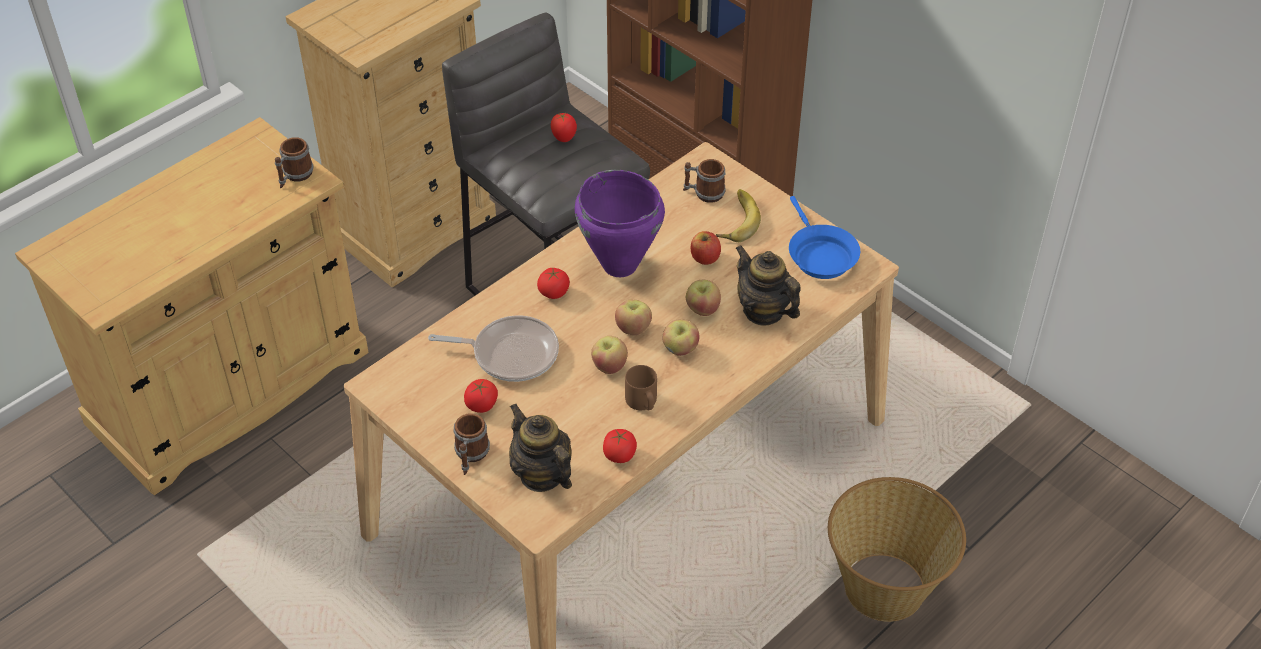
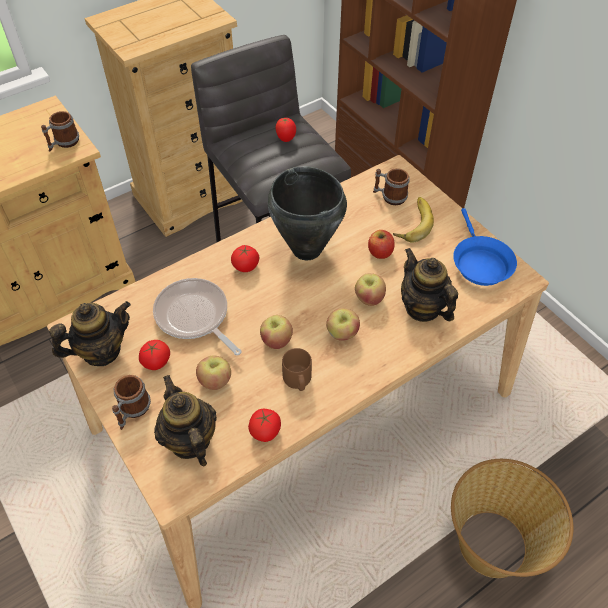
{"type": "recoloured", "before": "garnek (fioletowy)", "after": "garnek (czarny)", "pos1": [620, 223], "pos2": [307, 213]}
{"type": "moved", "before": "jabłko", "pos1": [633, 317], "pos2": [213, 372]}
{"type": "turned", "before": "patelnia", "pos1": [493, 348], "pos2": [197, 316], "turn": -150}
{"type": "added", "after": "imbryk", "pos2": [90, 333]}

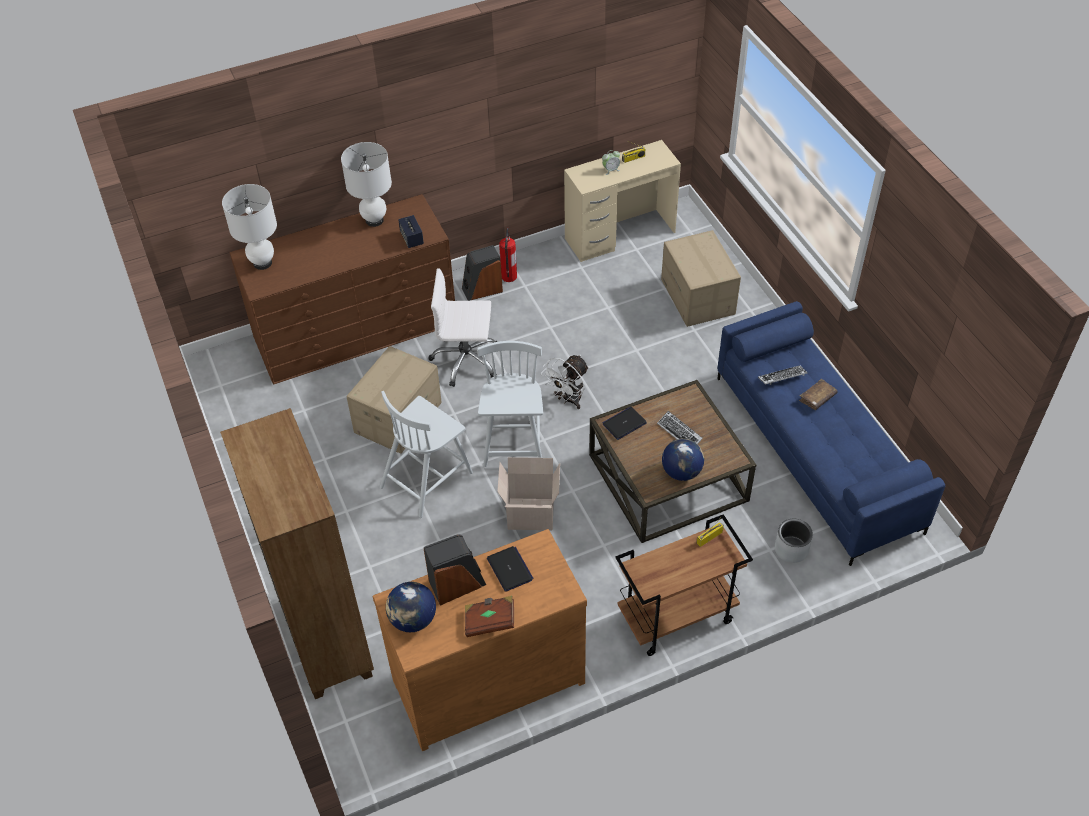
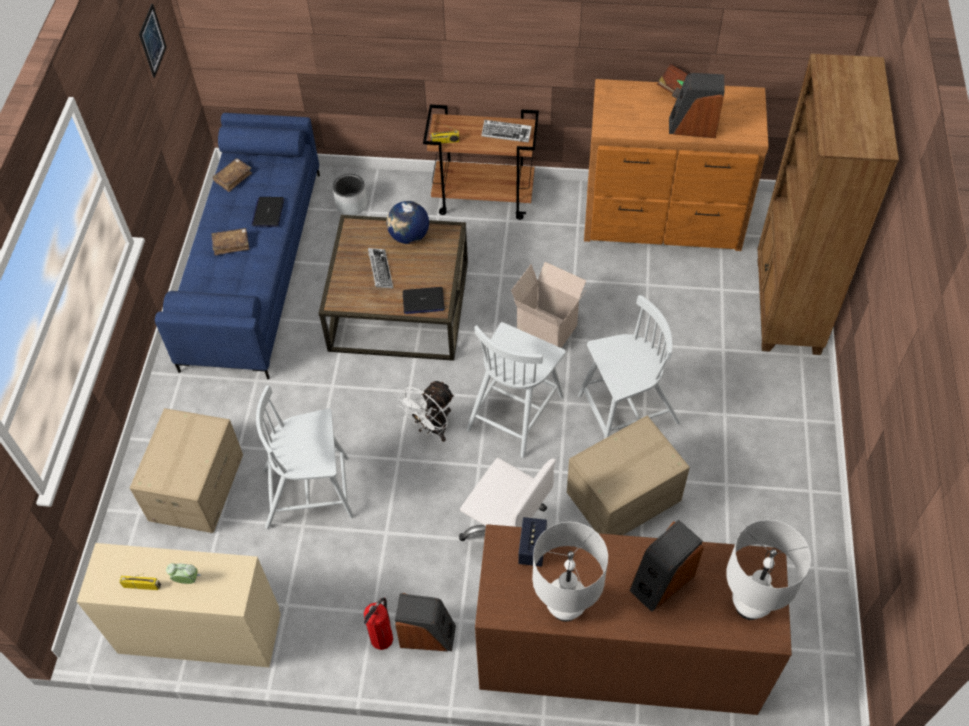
{"type": "turned", "before": "wentylator (biały)", "pos1": [565, 382], "pos2": [426, 411], "turn": 150}
{"type": "moved", "before": "klawiatura", "pos1": [782, 375], "pos2": [506, 131]}
{"type": "moved", "before": "laptop", "pos1": [510, 569], "pos2": [268, 212]}
{"type": "removed", "before": "globus", "pos1": [411, 607]}
{"type": "added", "after": "obraz", "pos2": [152, 41]}
{"type": "added", "after": "książka (brązowy)", "pos2": [232, 175]}
{"type": "added", "after": "krzesło (biały)", "pos2": [305, 457]}
{"type": "added", "after": "głośnik", "pos2": [666, 565]}

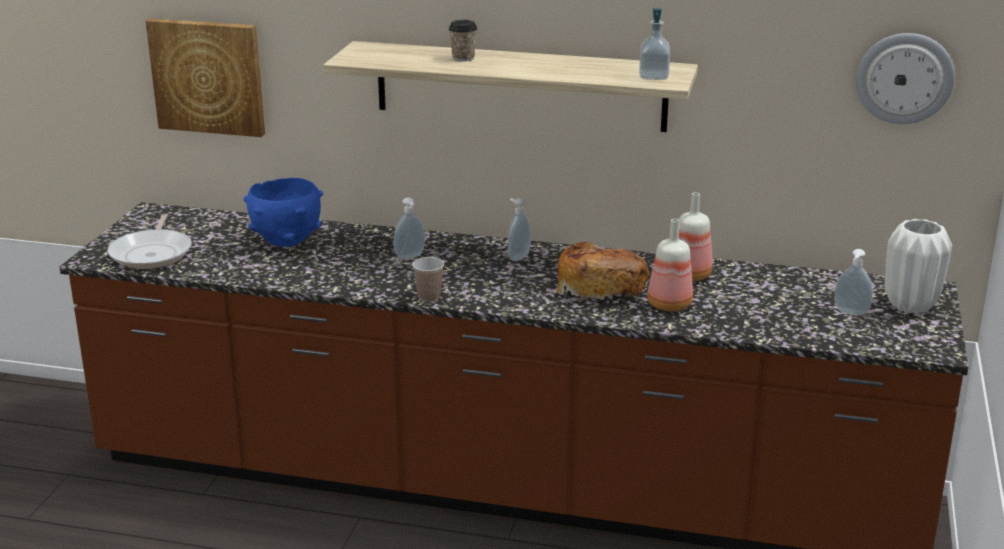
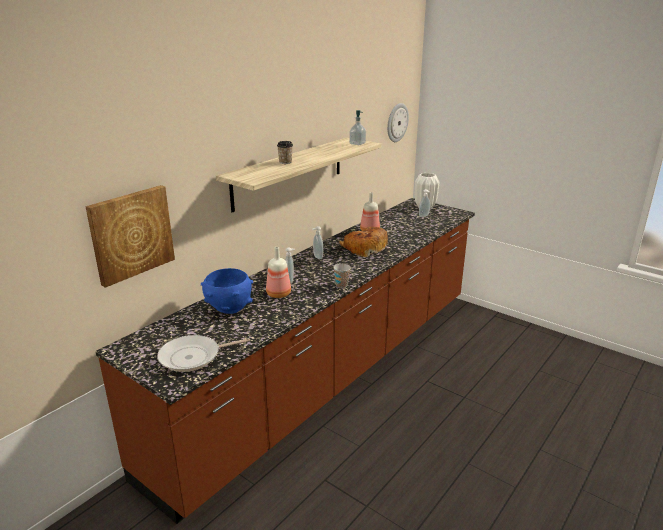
{"type": "turned", "before": "patelnia", "pos1": [149, 241], "pos2": [203, 353], "turn": 135}
{"type": "moved", "before": "butelka", "pos1": [670, 265], "pos2": [278, 272]}

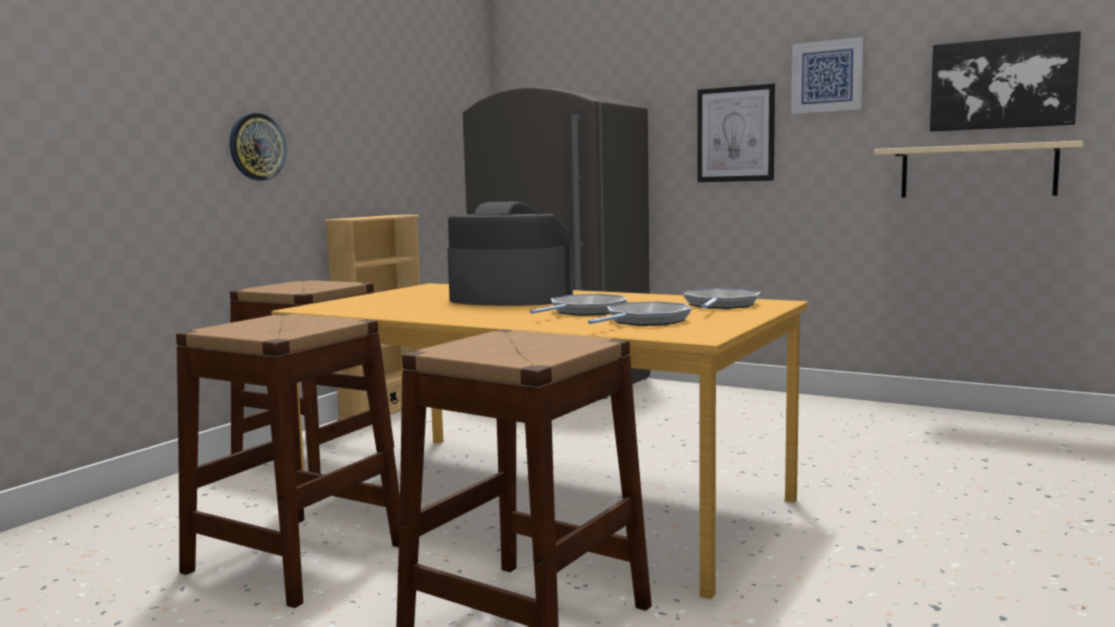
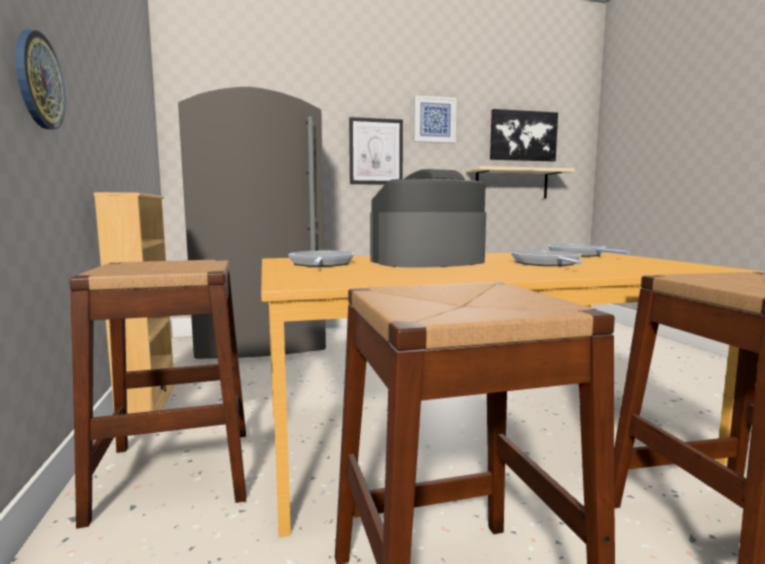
{"type": "moved", "before": "patelnia", "pos1": [639, 313], "pos2": [321, 259]}

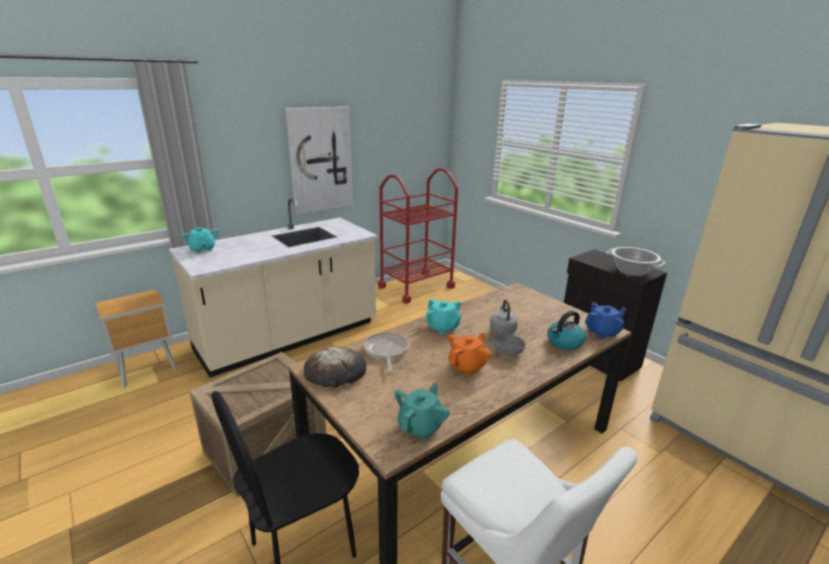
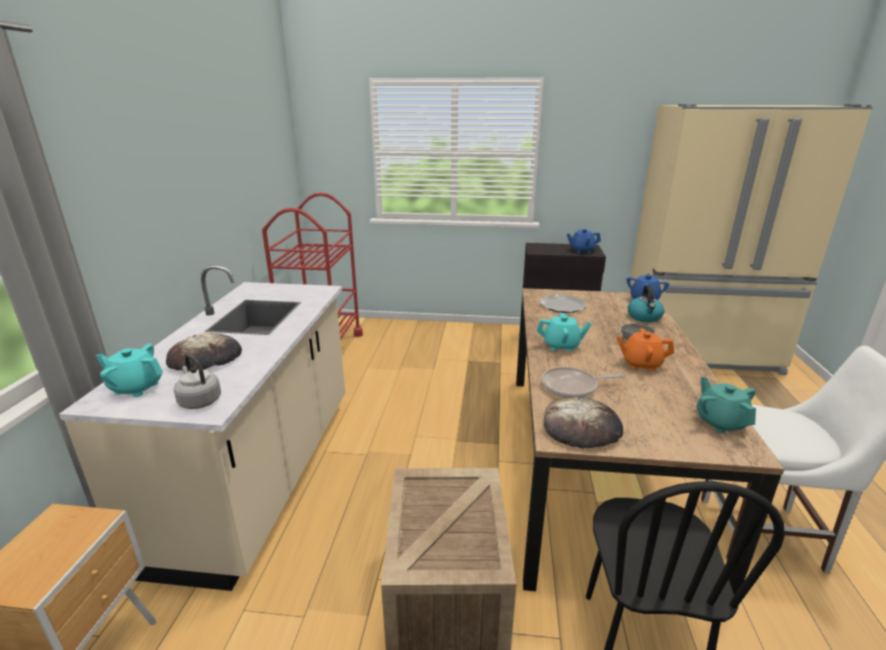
{"type": "removed", "before": "obraz", "pos1": [319, 160]}
{"type": "replaced", "before": "garnek", "after": "imbryk (niebieski)", "pos1": [635, 261], "pos2": [584, 241]}
{"type": "moved", "before": "czajnik (szary)", "pos1": [504, 317], "pos2": [197, 382]}
{"type": "turned", "before": "patelnia", "pos1": [386, 352], "pos2": [583, 382], "turn": -45}
{"type": "turned", "before": "imbryk (pomarańczowy)", "pos1": [469, 354], "pos2": [645, 349], "turn": -75}
{"type": "added", "after": "talerz", "pos2": [563, 303]}
{"type": "added", "after": "chleb", "pos2": [204, 351]}

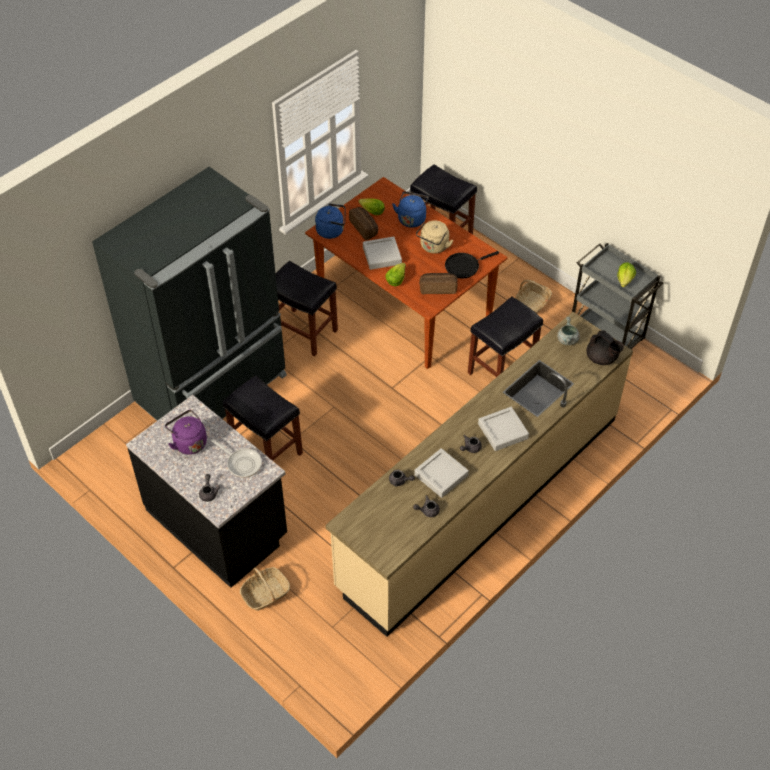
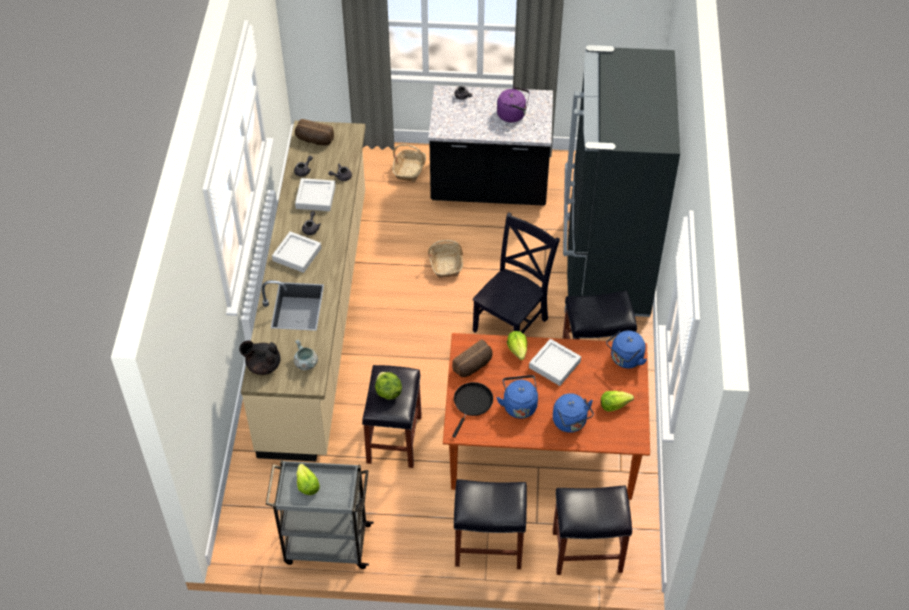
{"type": "moved", "before": "chleb", "pos1": [363, 223], "pos2": [314, 132]}
{"type": "recoloured", "before": "czajnik (beżowy)", "after": "czajnik (niebieski)", "pos1": [434, 236], "pos2": [517, 397]}
{"type": "moved", "before": "koszyk", "pos1": [533, 296], "pos2": [445, 259]}
{"type": "moved", "before": "stołek (czarny)", "pos1": [263, 418], "pos2": [490, 524]}
{"type": "removed", "before": "patelnia", "pos1": [236, 458]}
{"type": "added", "after": "krzesło (czarny)", "pos2": [516, 272]}
{"type": "added", "after": "sałata", "pos2": [388, 386]}

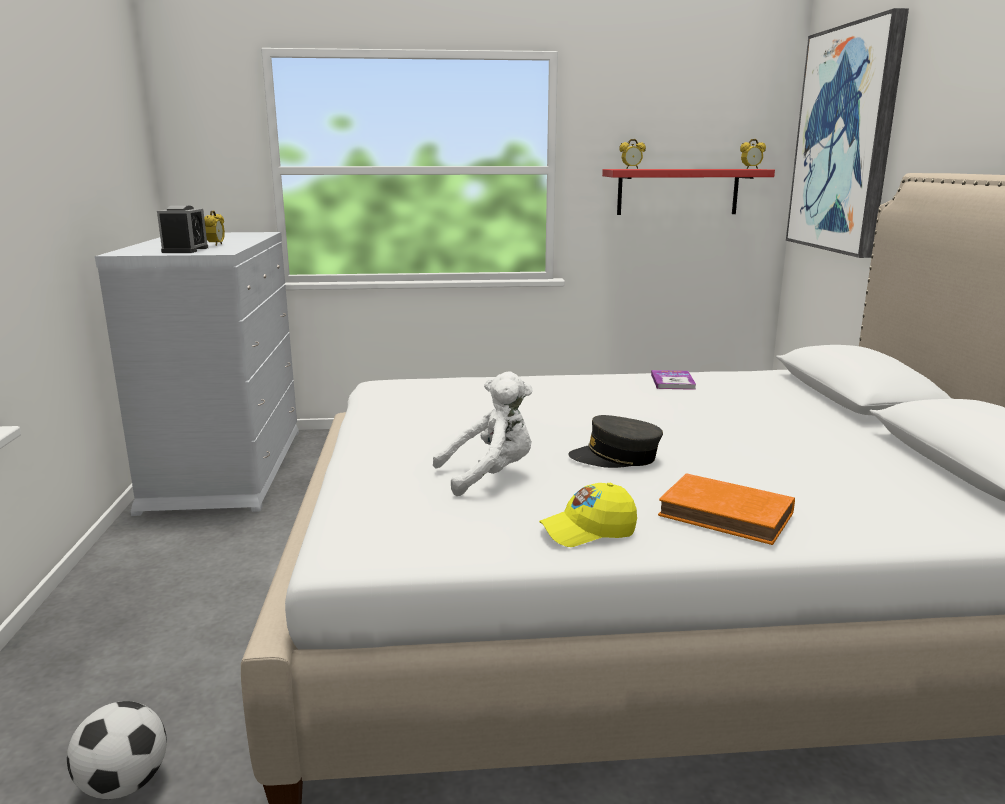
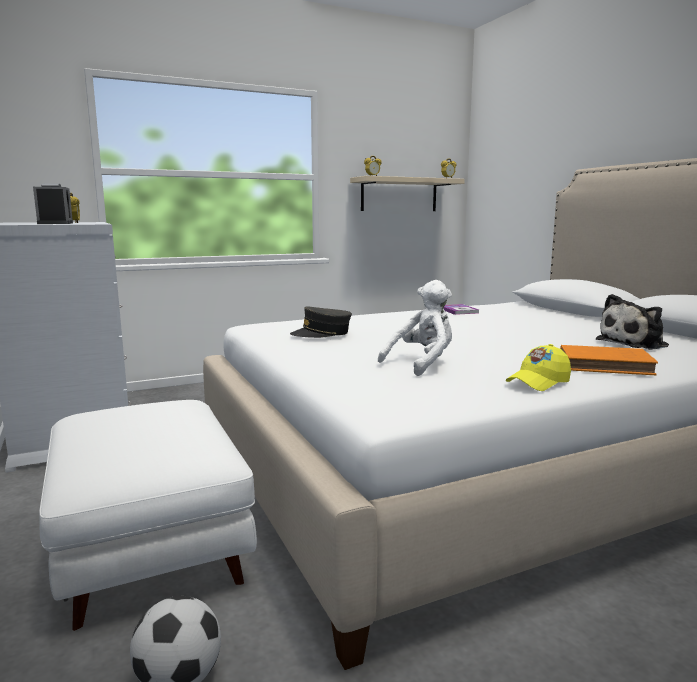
{"type": "removed", "before": "obraz", "pos1": [847, 133]}
{"type": "recoloured", "before": "półka (czerwony)", "after": "półka (beżowy)", "pos1": [688, 192], "pos2": [407, 193]}
{"type": "moved", "before": "czapka z daszkiem (szary)", "pos1": [615, 441], "pos2": [321, 322]}
{"type": "added", "after": "pluszak", "pos2": [632, 322]}
{"type": "added", "after": "pufa (biały)", "pos2": [148, 515]}

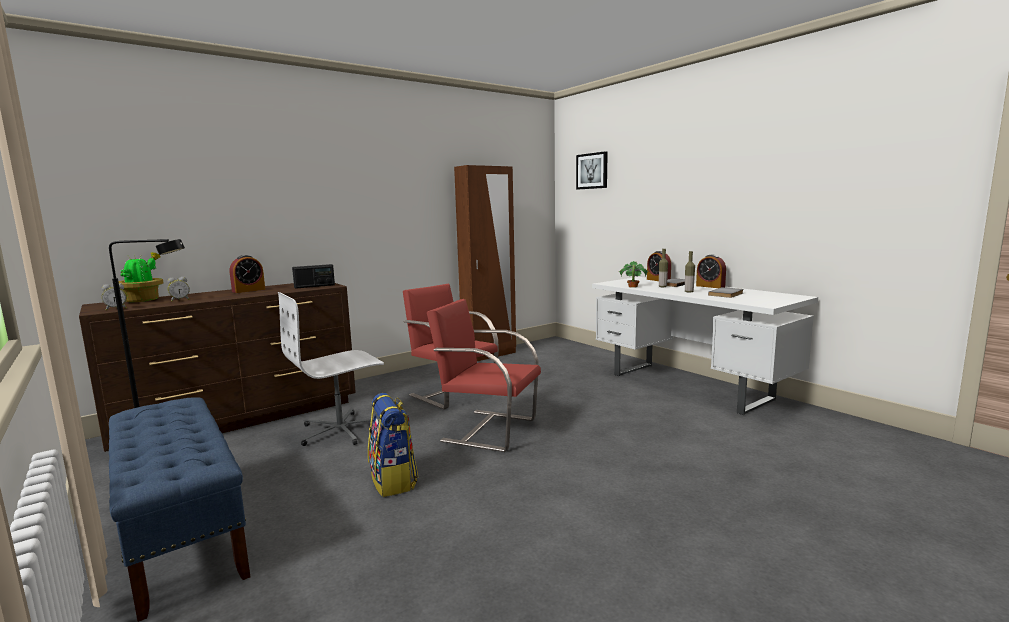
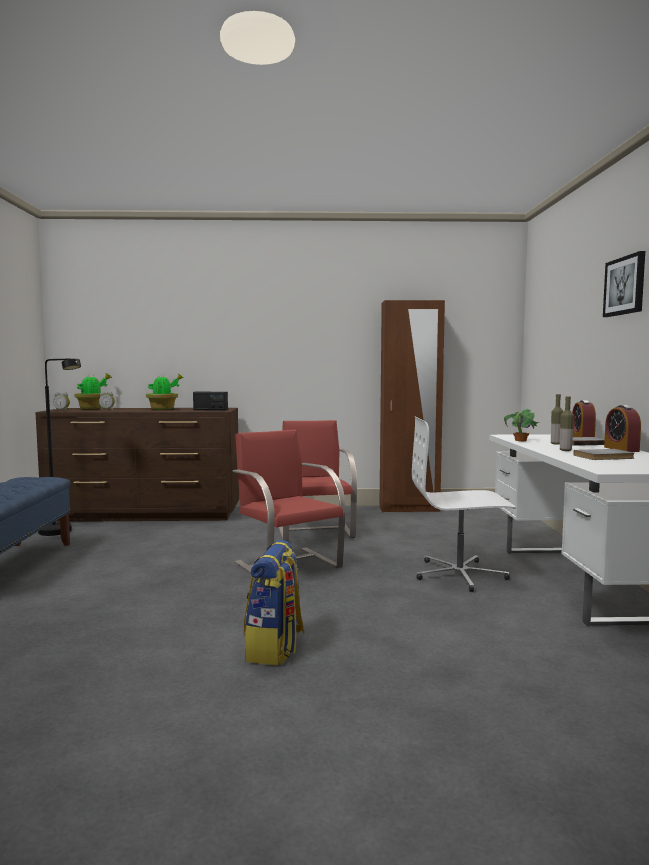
{"type": "moved", "before": "obraz", "pos1": [592, 170], "pos2": [624, 284]}
{"type": "replaced", "before": "budzik", "after": "roślina doniczkowa", "pos1": [247, 274], "pos2": [165, 391]}
{"type": "moved", "before": "krzesło biurowe (biały)", "pos1": [331, 369], "pos2": [464, 504]}
{"type": "moved", "before": "plecak", "pos1": [393, 445], "pos2": [274, 602]}

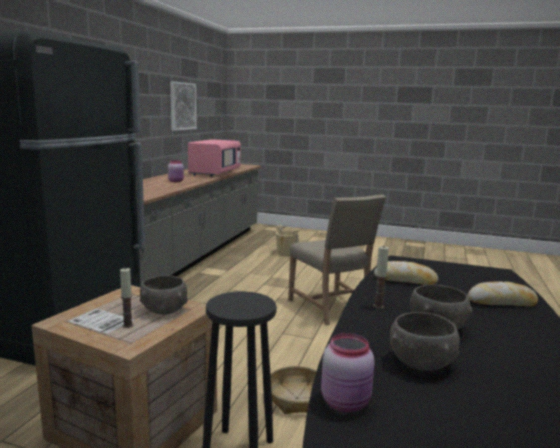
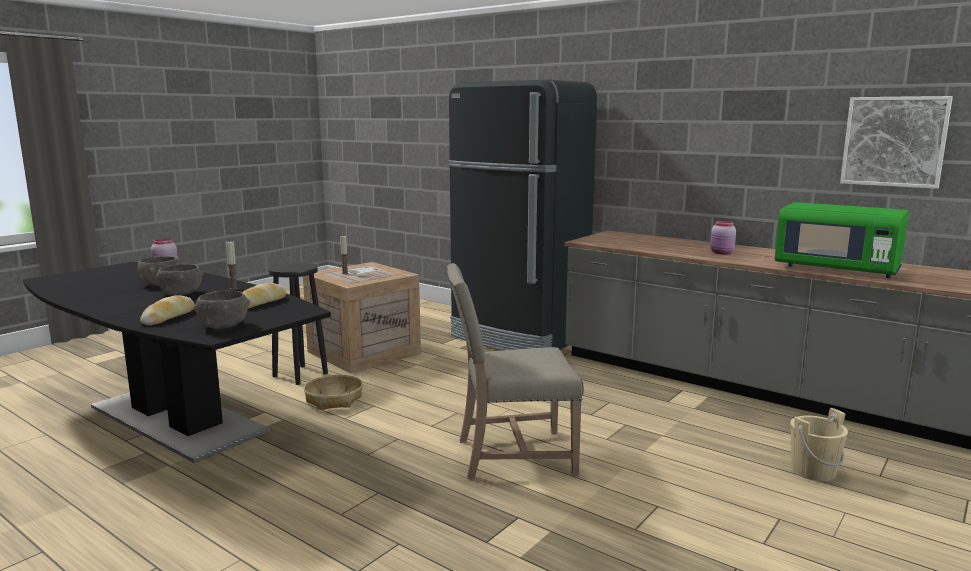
{"type": "recoloured", "before": "mikrofalówka (różowy)", "after": "mikrofalówka (zielony)", "pos1": [214, 158], "pos2": [842, 240]}
{"type": "moved", "before": "miska (szary)", "pos1": [164, 295], "pos2": [222, 309]}

